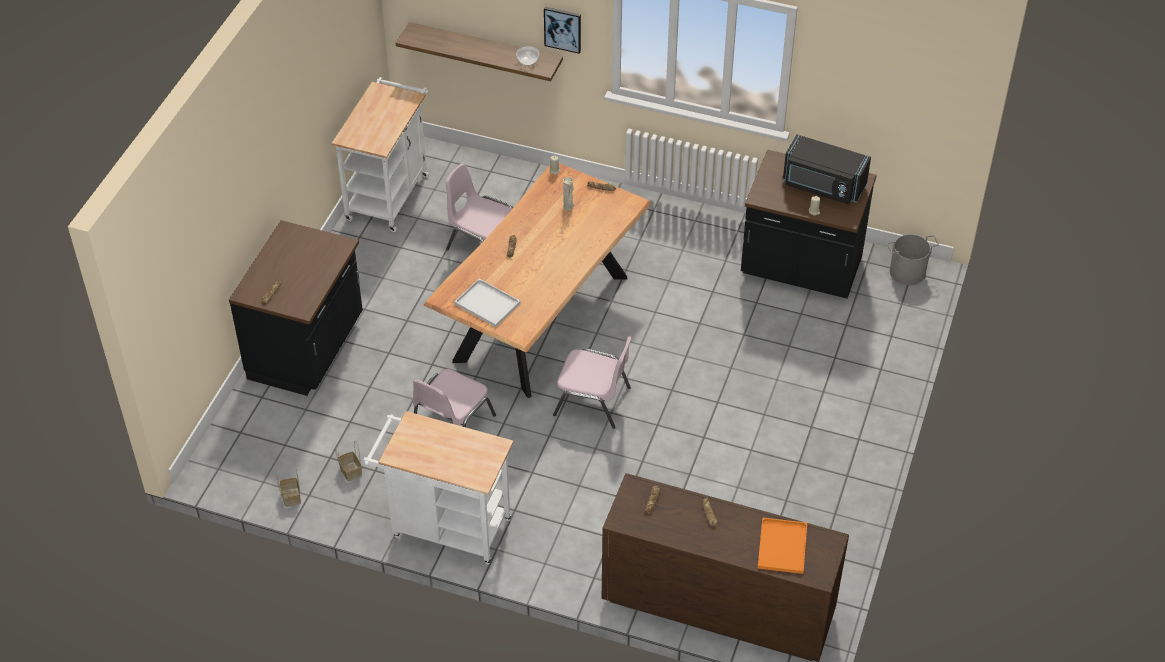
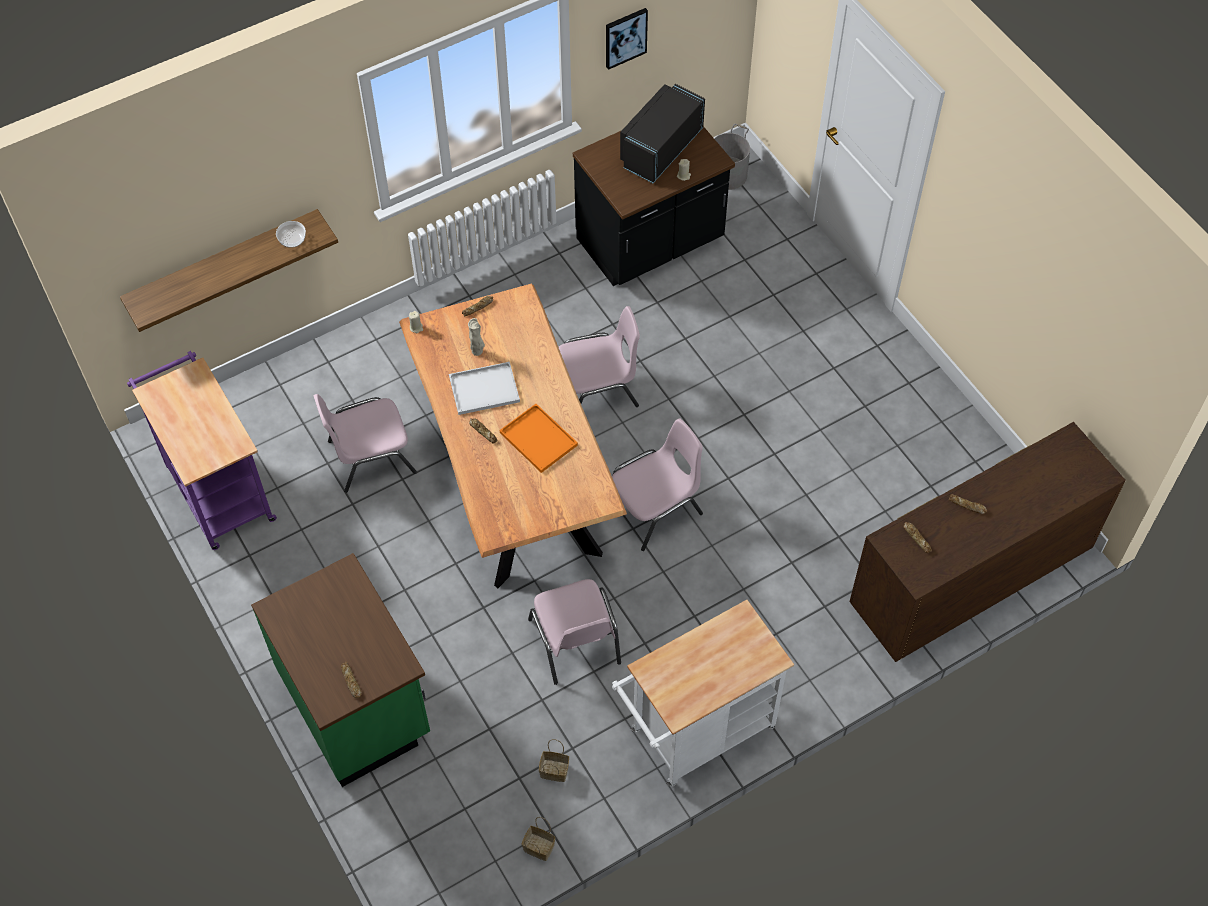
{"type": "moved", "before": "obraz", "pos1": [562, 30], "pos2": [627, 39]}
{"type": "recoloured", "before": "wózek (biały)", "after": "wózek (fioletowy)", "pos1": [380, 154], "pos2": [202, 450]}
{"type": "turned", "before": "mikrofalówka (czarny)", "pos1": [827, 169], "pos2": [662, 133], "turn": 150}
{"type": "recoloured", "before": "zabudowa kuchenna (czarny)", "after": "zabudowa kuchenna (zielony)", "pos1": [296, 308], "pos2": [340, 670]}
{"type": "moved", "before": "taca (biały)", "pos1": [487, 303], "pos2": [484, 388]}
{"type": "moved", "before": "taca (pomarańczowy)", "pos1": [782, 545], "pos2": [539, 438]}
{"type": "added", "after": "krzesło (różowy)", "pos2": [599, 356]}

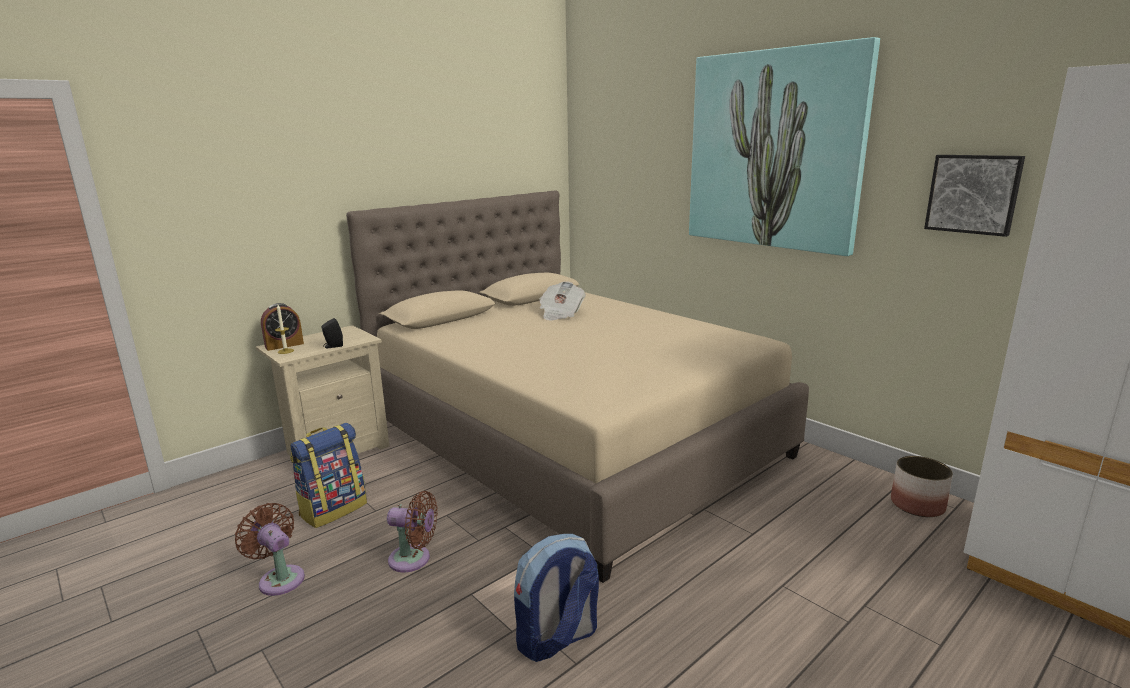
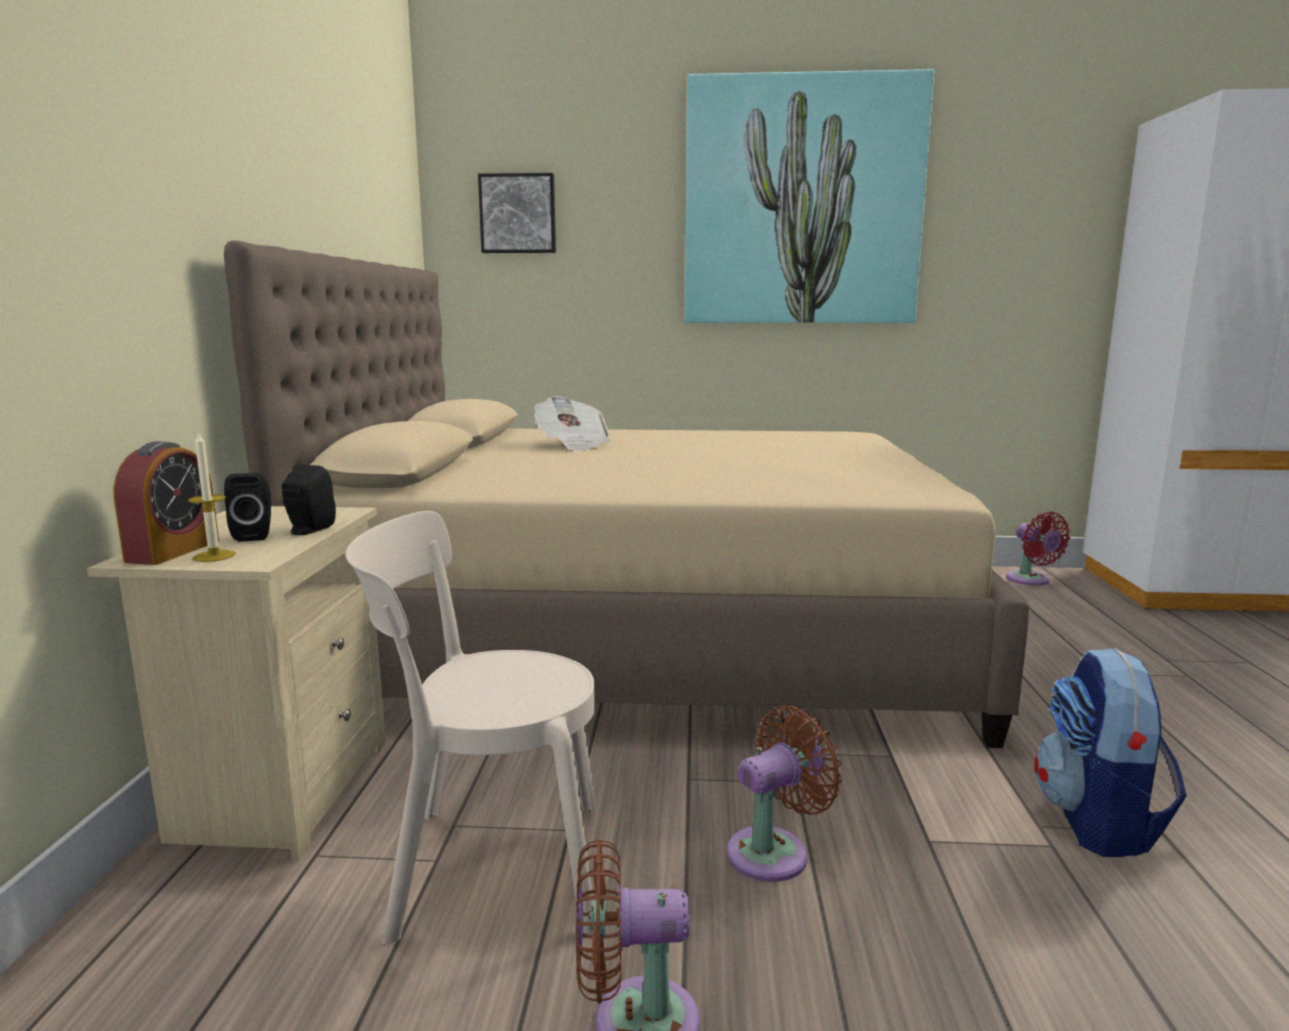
{"type": "moved", "before": "obraz", "pos1": [974, 196], "pos2": [517, 213]}
{"type": "replaced", "before": "plecak", "after": "krzesło (beżowy)", "pos1": [328, 475], "pos2": [471, 728]}
{"type": "replaced", "before": "donica", "after": "wentylator (czerwony)", "pos1": [922, 486], "pos2": [1038, 549]}
{"type": "added", "after": "głośnik (czarny)", "pos2": [247, 507]}

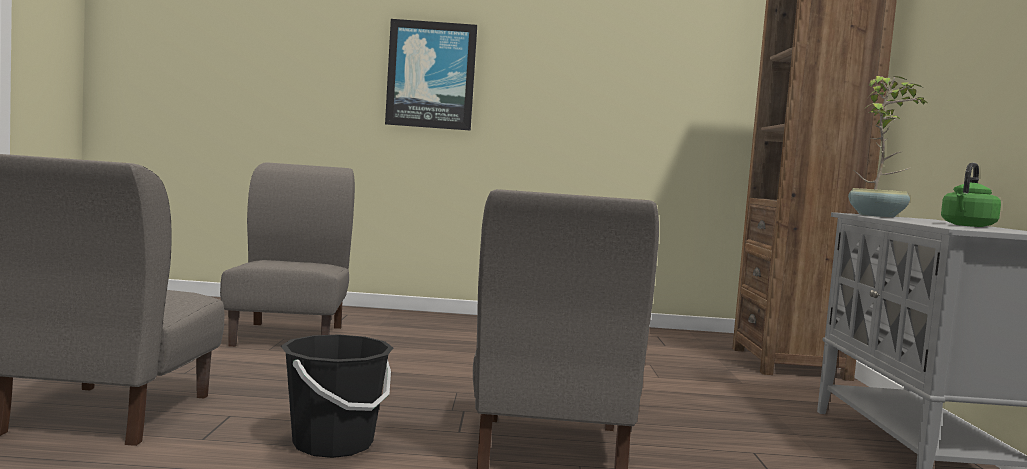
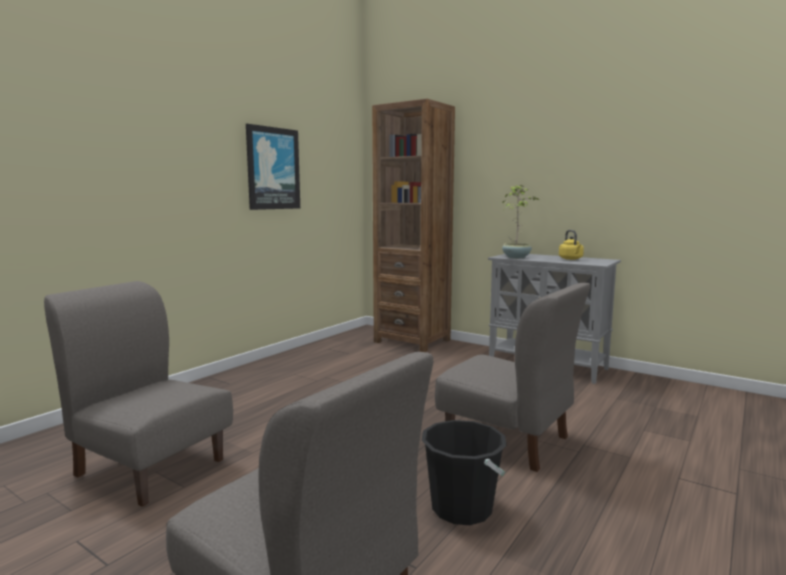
{"type": "moved", "before": "obraz", "pos1": [431, 75], "pos2": [273, 167]}
{"type": "recoloured", "before": "czajnik (zielony)", "after": "czajnik (żółty)", "pos1": [971, 195], "pos2": [571, 245]}

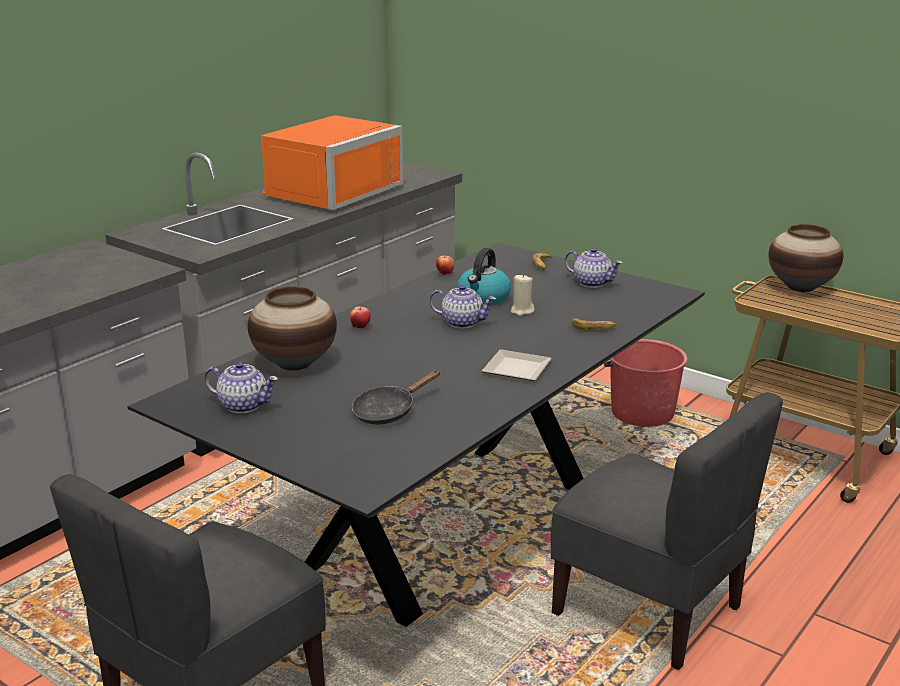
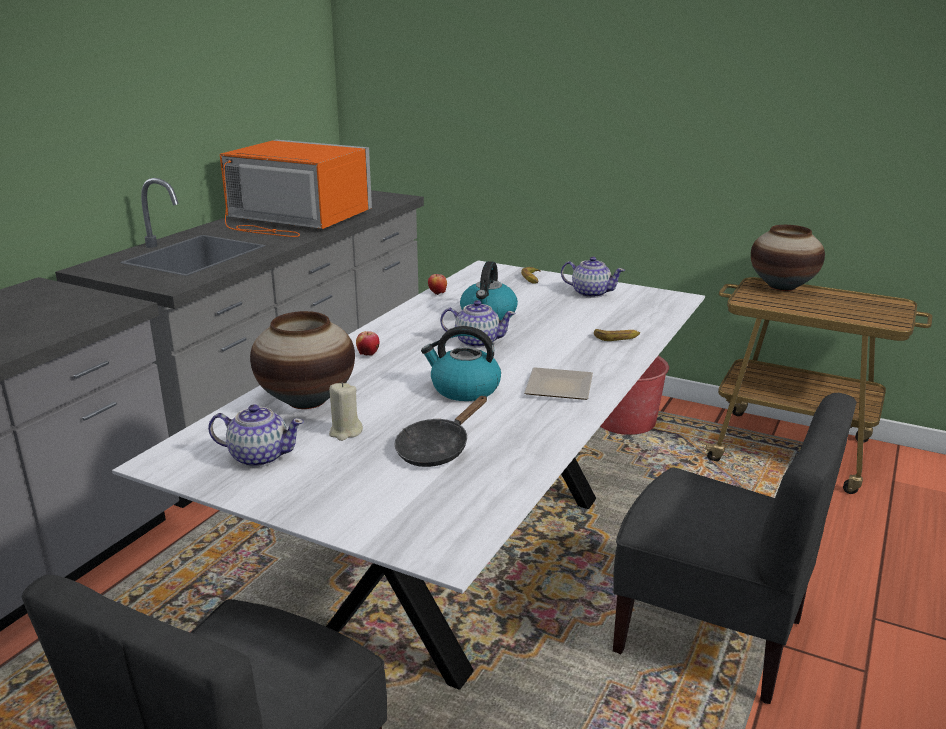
{"type": "turned", "before": "mikrofalówka (pomarańczowy)", "pos1": [332, 162], "pos2": [296, 188], "turn": -90}
{"type": "recoloured", "before": "stół jadalny (czarny)", "after": "stół jadalny (biały)", "pos1": [416, 435], "pos2": [408, 474]}
{"type": "moved", "before": "świeca (beżowy)", "pos1": [523, 295], "pos2": [346, 411]}
{"type": "added", "after": "czajnik", "pos2": [461, 363]}

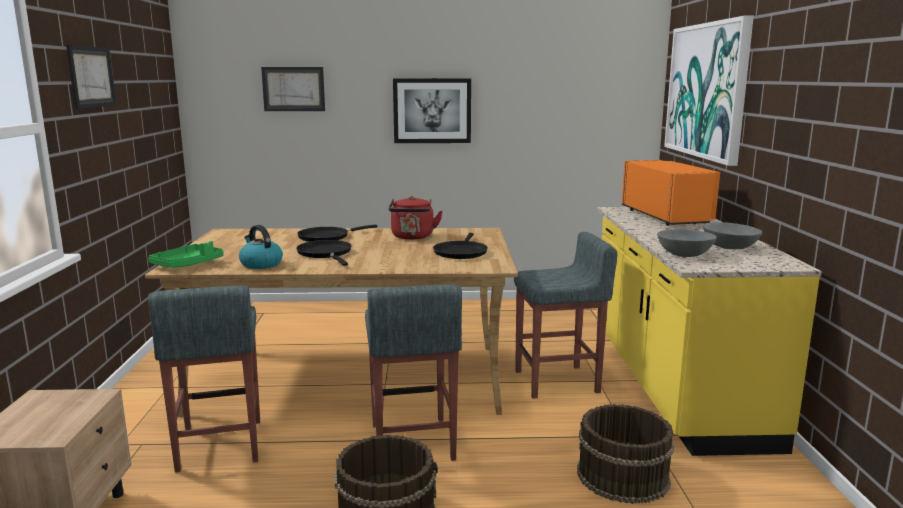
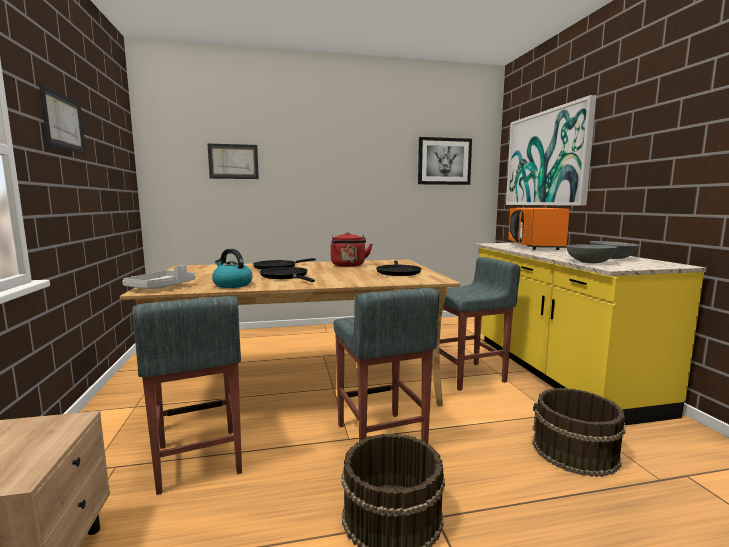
{"type": "moved", "before": "obraz", "pos1": [432, 110], "pos2": [445, 161]}
{"type": "turned", "before": "mikrofalówka (pomarańczowy)", "pos1": [671, 193], "pos2": [539, 229], "turn": -150}
{"type": "recoloured", "before": "taca (zielony)", "after": "taca (szary)", "pos1": [186, 254], "pos2": [158, 277]}

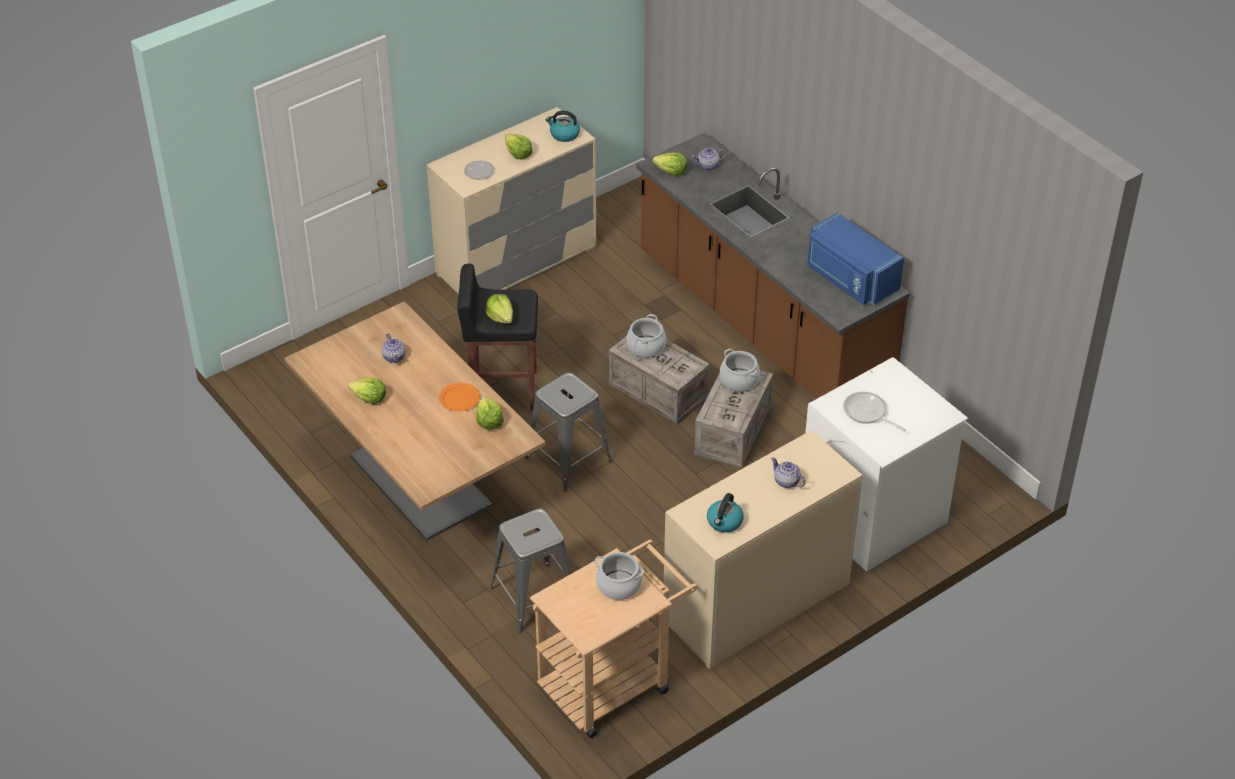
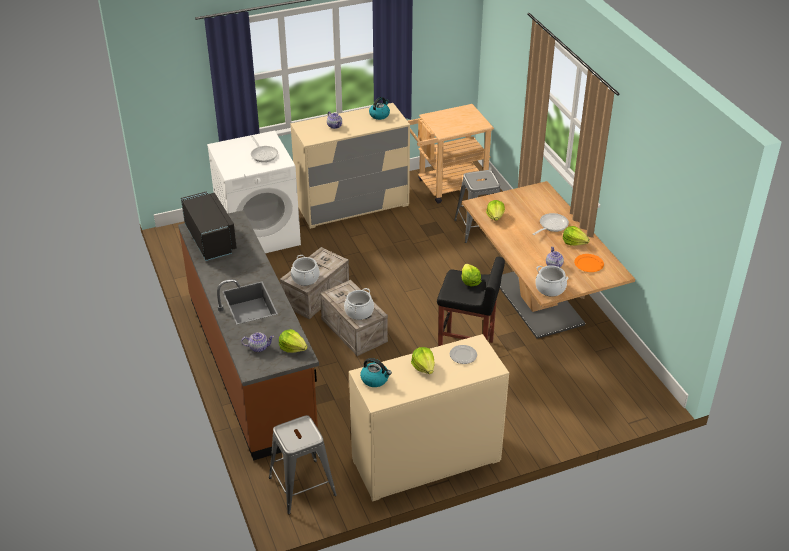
{"type": "recoloured", "before": "mikrofalówka (niebieski)", "after": "mikrofalówka (czarny)", "pos1": [855, 259], "pos2": [209, 226]}
{"type": "moved", "before": "stołek (szary)", "pos1": [568, 432], "pos2": [303, 464]}
{"type": "moved", "before": "talerz (pomarańczowy)", "pos1": [459, 396], "pos2": [589, 263]}
{"type": "moved", "before": "garnek", "pos1": [619, 576], "pos2": [551, 281]}
{"type": "added", "after": "patelnia", "pos2": [551, 224]}

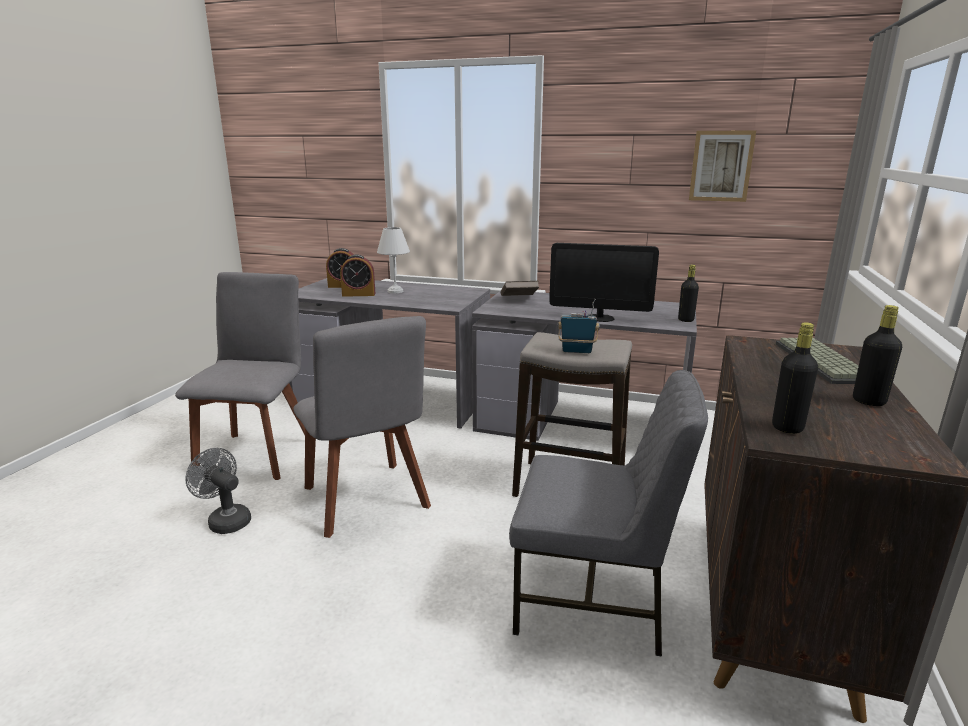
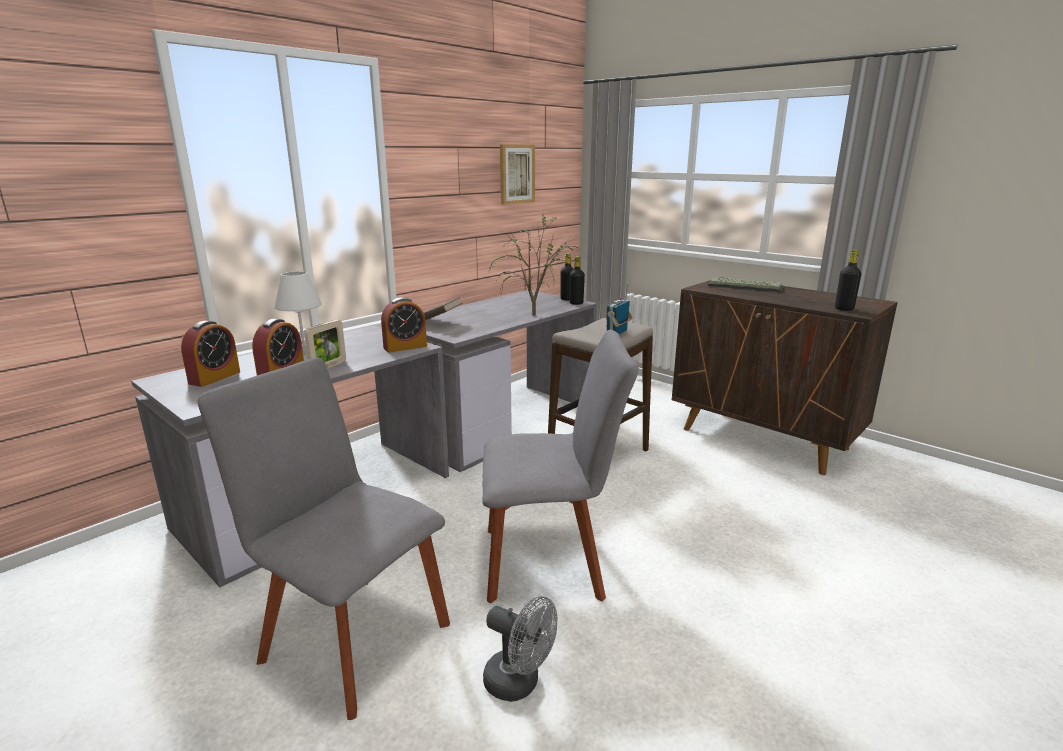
{"type": "replaced", "before": "monitor", "after": "roślina doniczkowa", "pos1": [604, 282], "pos2": [534, 265]}
{"type": "moved", "before": "butelka (czarny)", "pos1": [877, 355], "pos2": [577, 280]}
{"type": "removed", "before": "krzesło (szary)", "pos1": [608, 513]}
{"type": "turned", "before": "wentylator (szary)", "pos1": [218, 491], "pos2": [520, 649], "turn": -120}
{"type": "added", "after": "budzik", "pos2": [404, 325]}
{"type": "added", "after": "ramka na zdjęcie", "pos2": [325, 344]}

